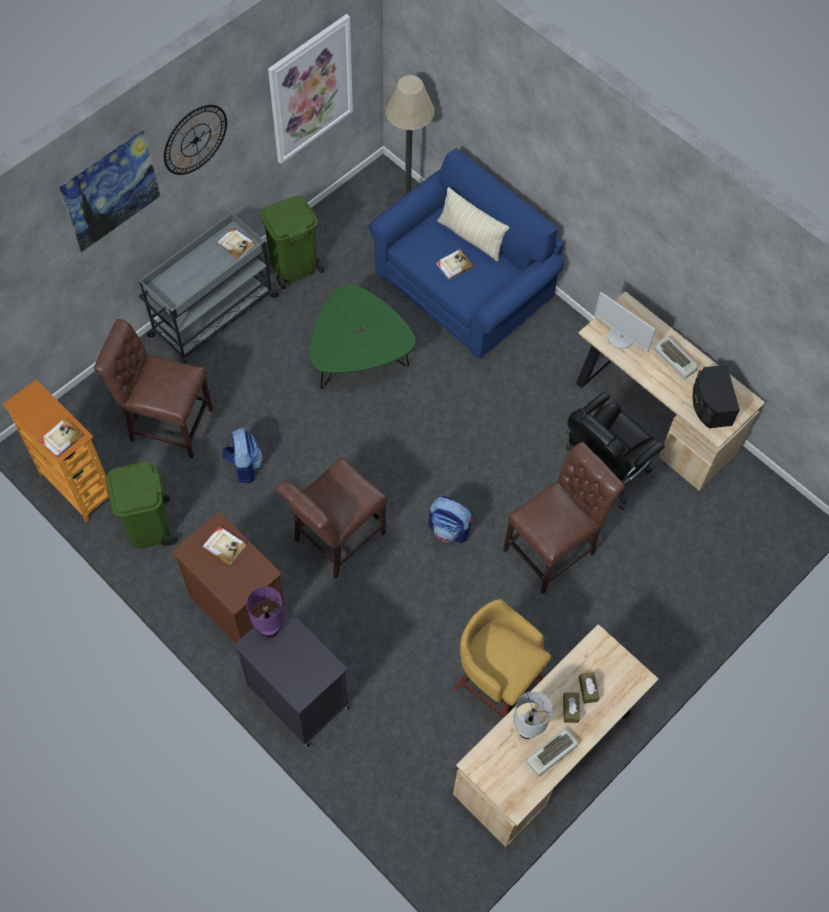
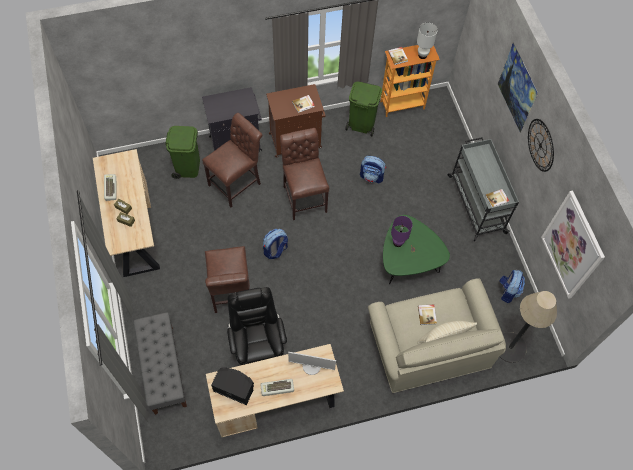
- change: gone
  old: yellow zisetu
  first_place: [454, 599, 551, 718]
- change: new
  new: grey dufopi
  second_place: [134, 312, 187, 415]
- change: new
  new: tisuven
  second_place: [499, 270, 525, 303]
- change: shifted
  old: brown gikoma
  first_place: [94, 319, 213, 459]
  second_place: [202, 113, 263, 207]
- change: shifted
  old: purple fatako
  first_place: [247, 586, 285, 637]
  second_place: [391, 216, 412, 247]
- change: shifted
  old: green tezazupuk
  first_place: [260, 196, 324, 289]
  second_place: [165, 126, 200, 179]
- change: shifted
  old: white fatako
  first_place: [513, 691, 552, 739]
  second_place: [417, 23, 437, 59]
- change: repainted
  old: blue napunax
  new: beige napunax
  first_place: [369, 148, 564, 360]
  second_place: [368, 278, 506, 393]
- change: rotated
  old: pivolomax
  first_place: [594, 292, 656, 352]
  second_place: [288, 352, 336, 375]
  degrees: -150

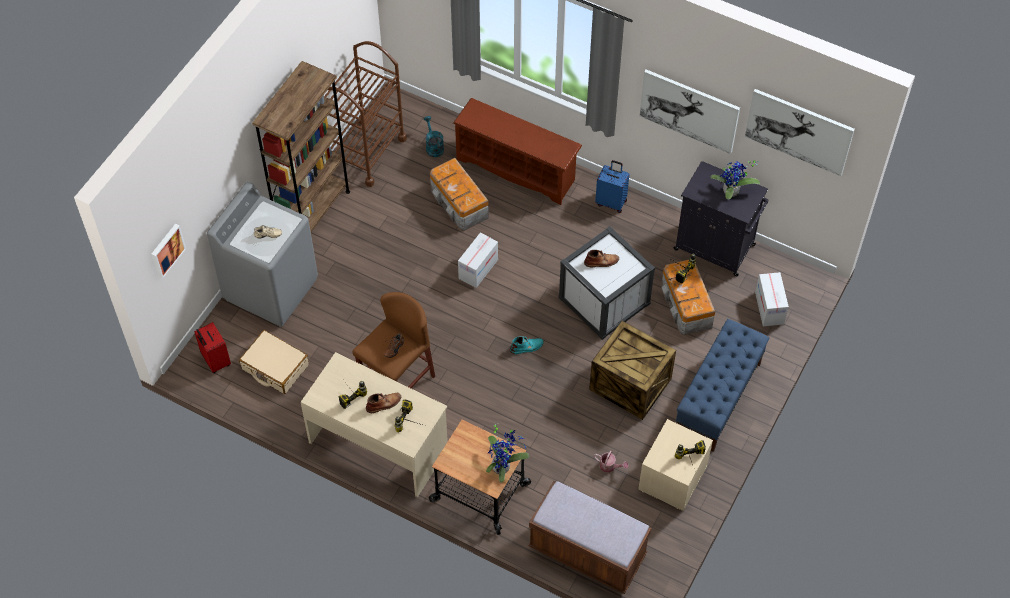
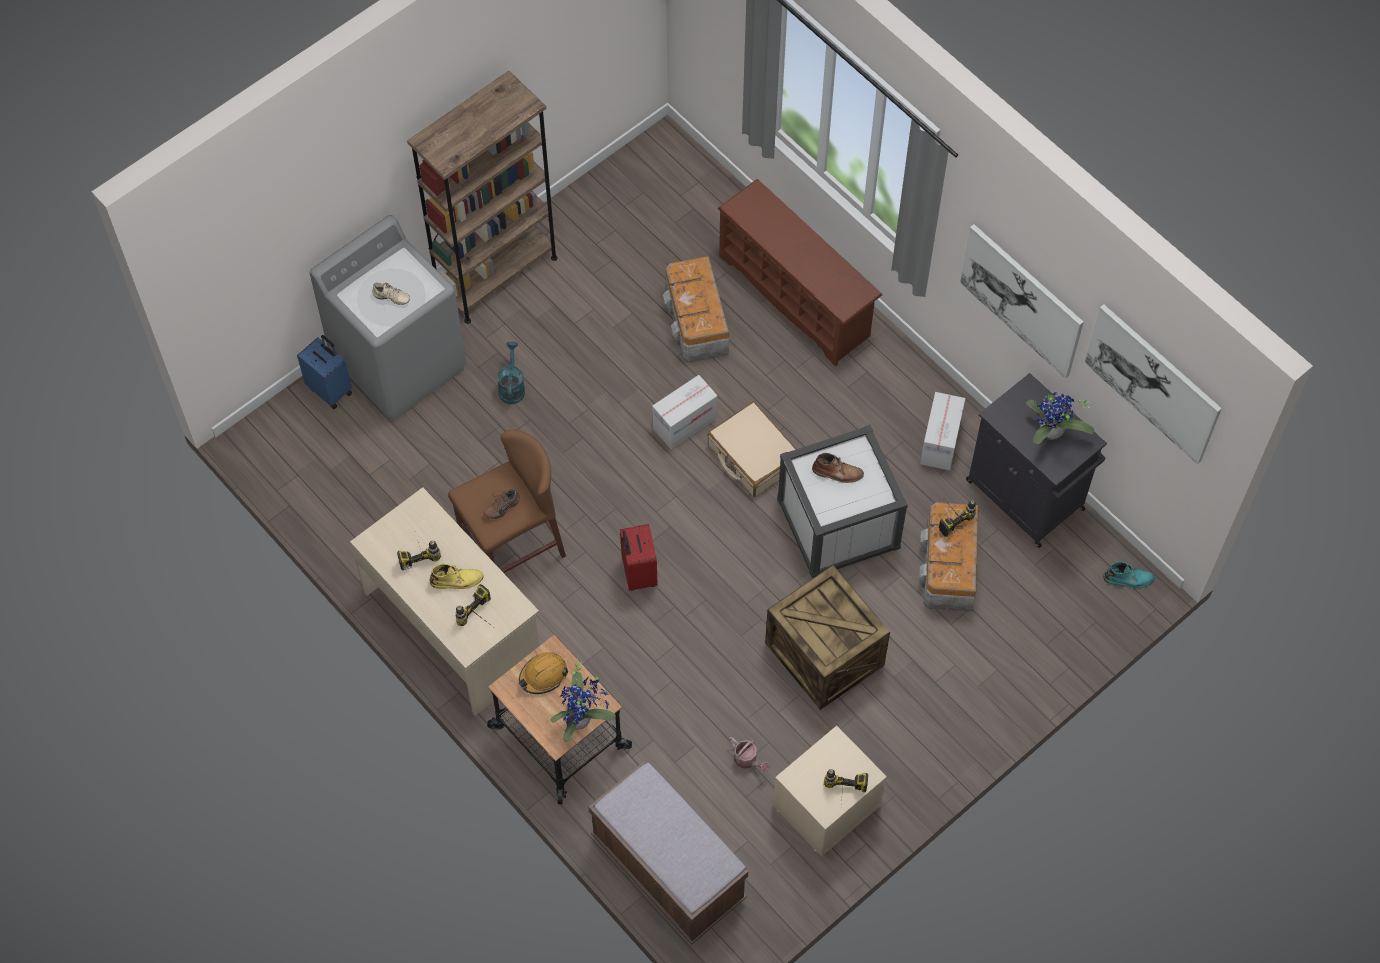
- change: gone
  old: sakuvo
  first_place: [151, 224, 186, 279]
- change: gone
  old: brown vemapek
  first_place: [324, 41, 407, 187]
- change: gone
  old: blue dufopi
  first_place: [676, 319, 769, 452]
- change: new
  new: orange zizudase
  second_place: [519, 652, 568, 694]
- change: shifted
  old: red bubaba
  first_place: [194, 322, 231, 373]
  second_place: [620, 524, 658, 591]
- change: shifted
  old: beige bubaba
  first_place: [239, 330, 309, 394]
  second_place: [708, 402, 796, 497]
- change: shifted
  old: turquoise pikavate
  first_place: [424, 116, 444, 157]
  second_place: [497, 342, 525, 404]
- change: shifted
  old: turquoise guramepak
  first_place: [510, 336, 544, 354]
  second_place: [1103, 562, 1155, 588]
- change: shifted
  old: blue bubaba
  first_place: [595, 160, 629, 213]
  second_place: [297, 335, 352, 409]
- change: shifted
  old: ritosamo
  first_place: [755, 272, 789, 326]
  second_place: [920, 392, 965, 470]
- change: repainted
  old: brown guramepak
  new: yellow guramepak
  first_place: [366, 393, 401, 413]
  second_place: [430, 564, 483, 589]

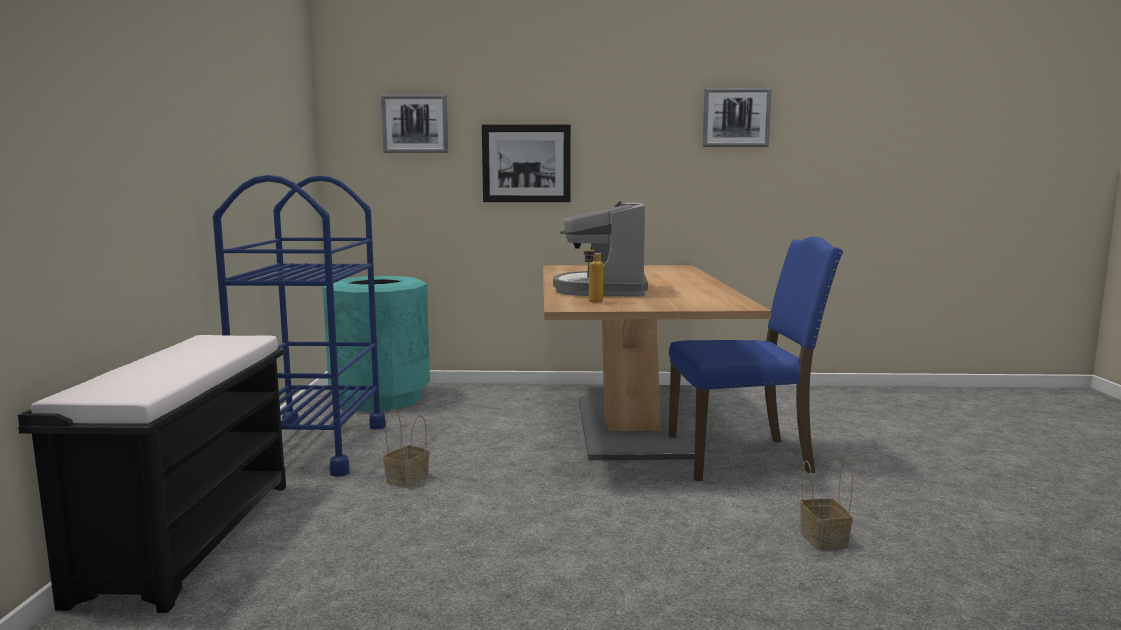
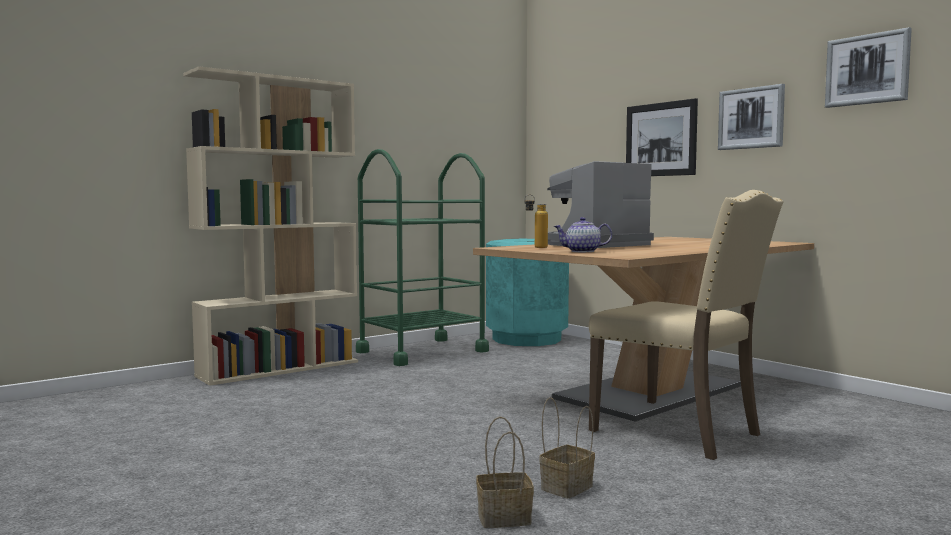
- change: new
  new: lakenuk
  second_place: [554, 217, 612, 252]
- change: shifted
  old: sakuvo
  first_place: [381, 95, 448, 153]
  second_place: [718, 84, 785, 150]
- change: shifted
  old: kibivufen
  first_place: [383, 410, 429, 488]
  second_place: [476, 416, 534, 528]
- change: swapped
  old: black dufopi
  new: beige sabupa
  first_place: [18, 335, 286, 613]
  second_place: [183, 66, 358, 386]
- change: repainted
  old: blue vemapek
  new: green vemapek
  first_place: [213, 175, 386, 477]
  second_place: [356, 149, 489, 366]
- change: repainted
  old: blue gikoma
  new: beige gikoma
  first_place: [669, 236, 843, 481]
  second_place: [589, 190, 784, 460]

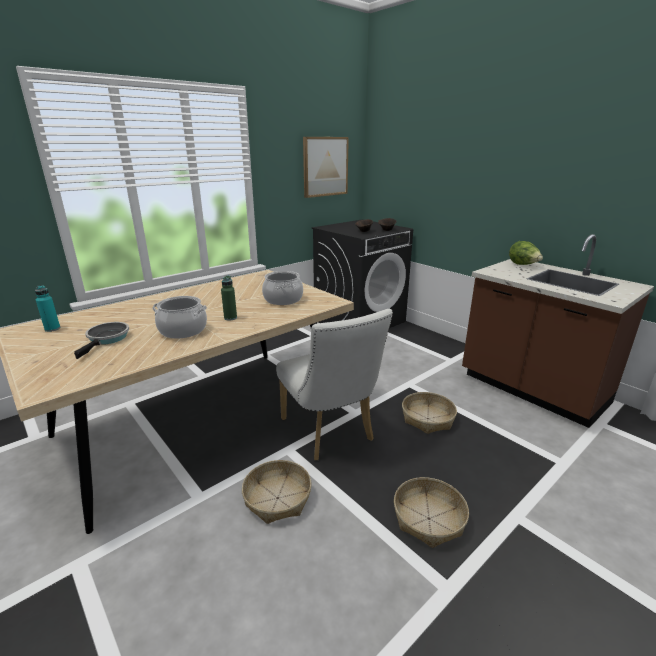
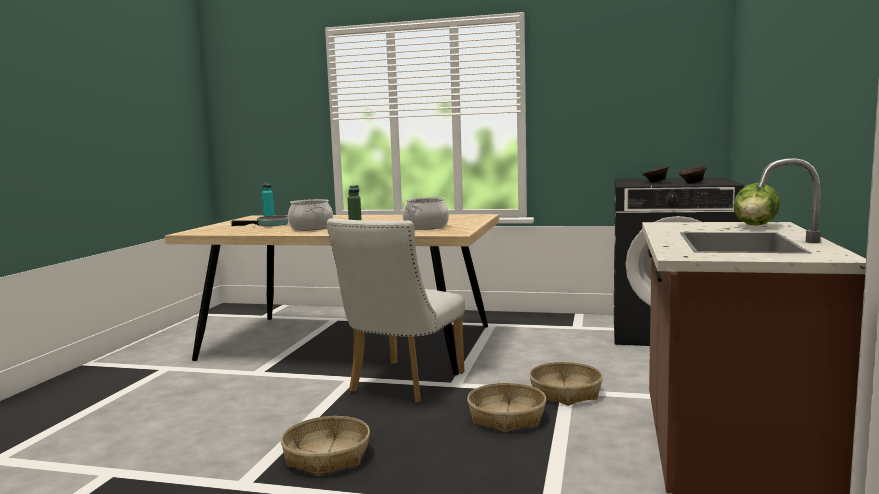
- change: gone
  old: sakuvo
  first_place: [303, 137, 349, 198]
- change: shifted
  old: kibivufen
  first_place: [242, 460, 312, 524]
  second_place: [529, 362, 603, 406]

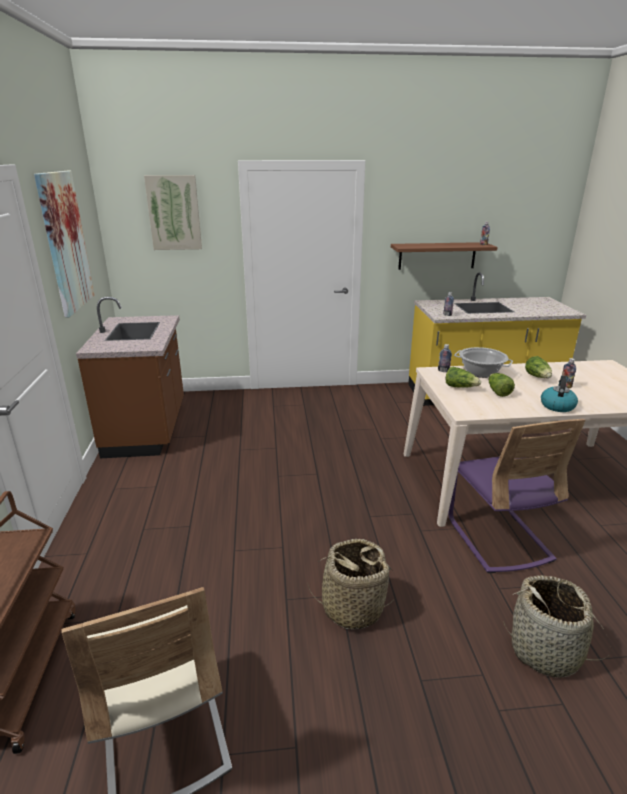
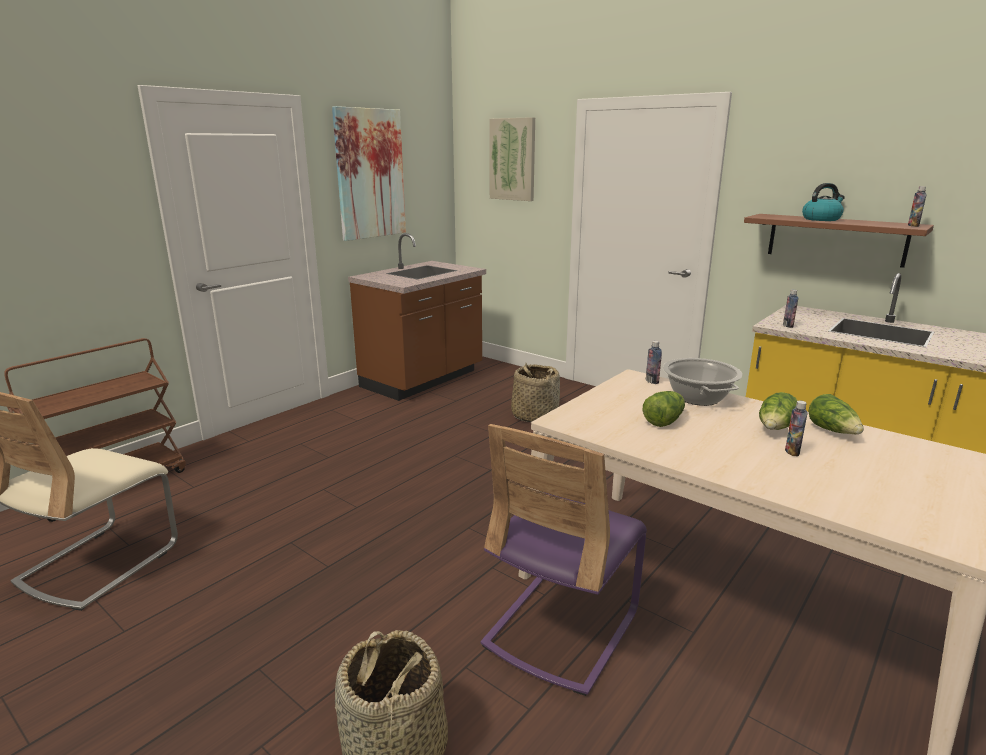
- change: shifted
  old: kibivufen
  first_place: [307, 539, 394, 629]
  second_place: [511, 363, 560, 422]
- change: shifted
  old: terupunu
  first_place: [446, 367, 481, 388]
  second_place: [808, 394, 864, 434]
- change: shifted
  old: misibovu
  first_place: [541, 376, 578, 412]
  second_place: [802, 183, 845, 221]

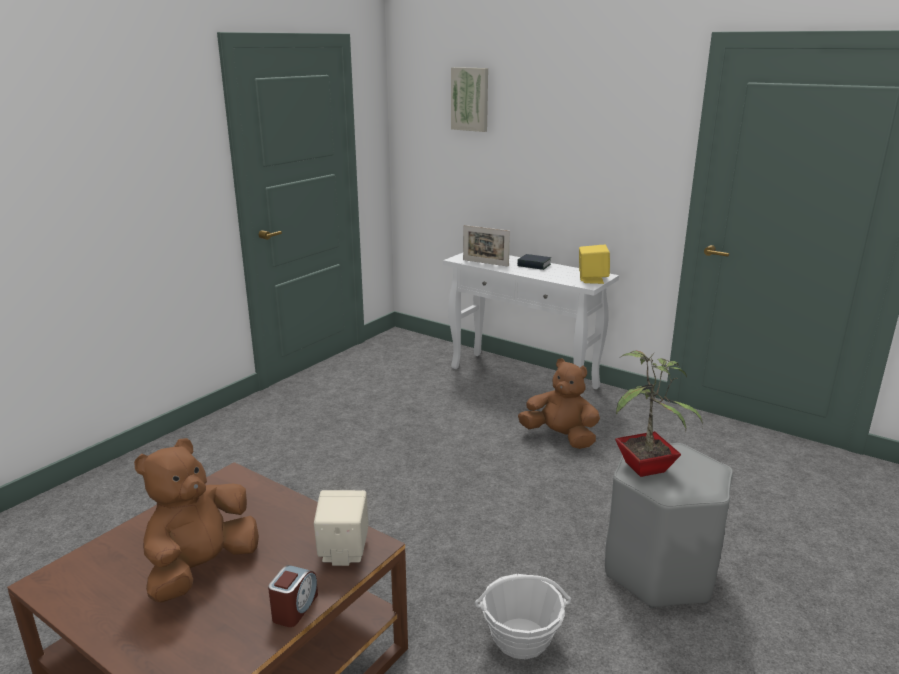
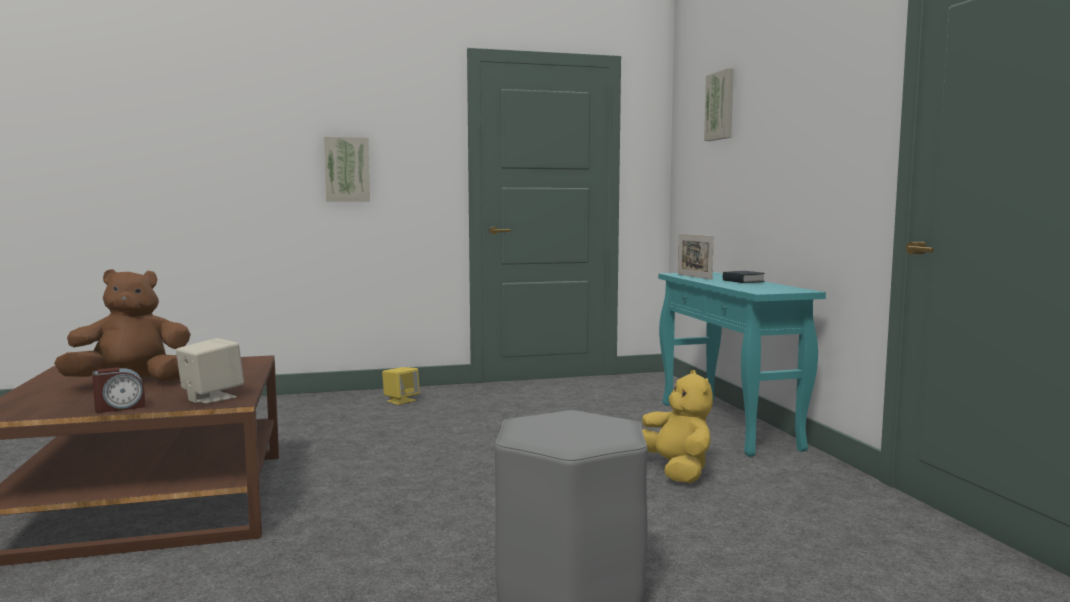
- change: gone
  old: kibivufen
  first_place: [475, 574, 571, 659]
- change: gone
  old: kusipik
  first_place: [615, 351, 703, 477]
- change: new
  new: sakuvo
  second_place: [324, 137, 370, 202]
- change: shifted
  old: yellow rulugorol
  first_place: [579, 245, 610, 284]
  second_place: [382, 367, 420, 405]
- change: repainted
  old: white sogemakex
  new: turquoise sogemakex
  first_place: [443, 253, 619, 396]
  second_place: [658, 272, 826, 457]
- change: repainted
  old: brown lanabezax
  new: yellow lanabezax
  first_place: [518, 358, 600, 449]
  second_place: [642, 370, 713, 483]

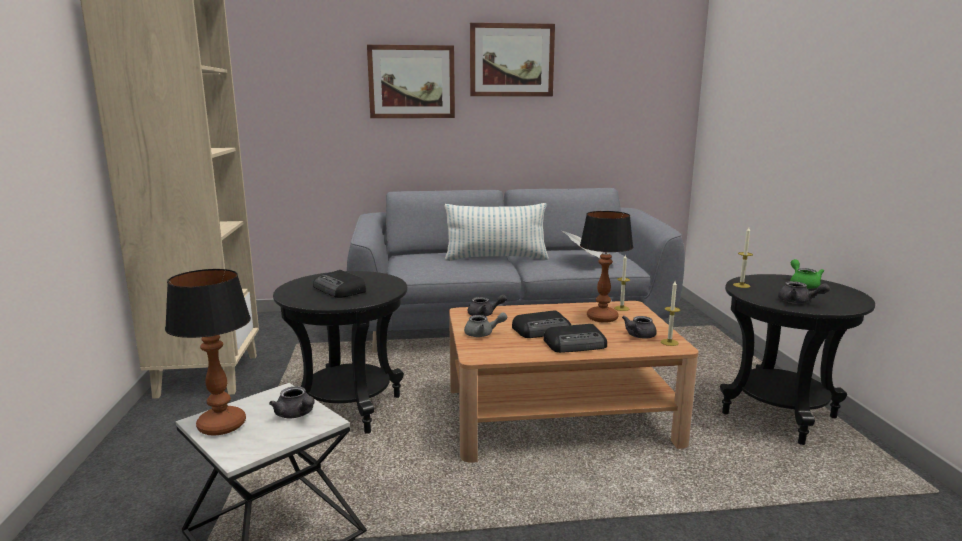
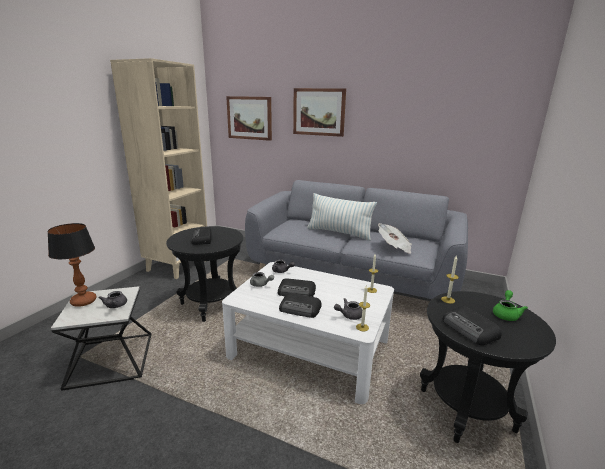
- change: gone
  old: fatako
  first_place: [580, 211, 633, 323]
- change: shifted
  old: sakuvo
  first_place: [470, 23, 555, 96]
  second_place: [226, 96, 272, 141]
- change: swapped
  old: grey lakenuk
  new: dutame
  first_place: [778, 281, 830, 304]
  second_place: [442, 306, 502, 345]
- change: repainted
  old: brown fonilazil
  new: white fonilazil
  first_place: [449, 301, 699, 463]
  second_place: [222, 262, 394, 404]

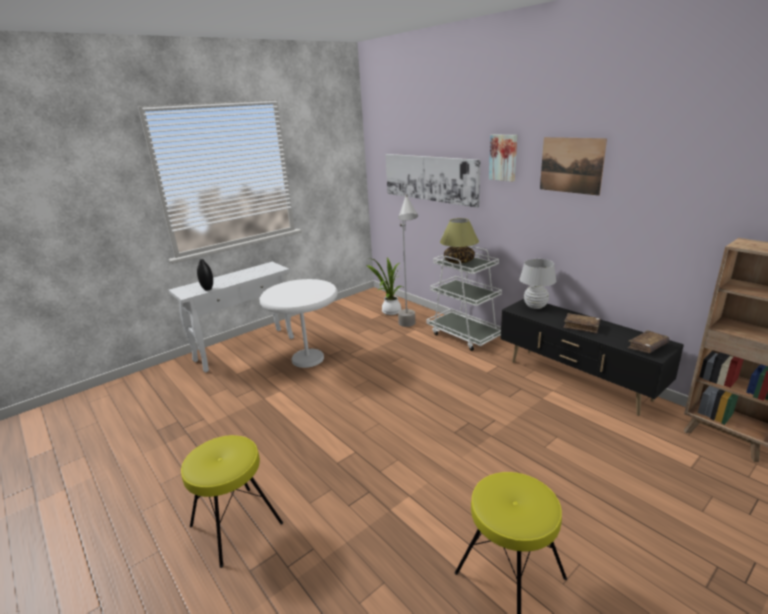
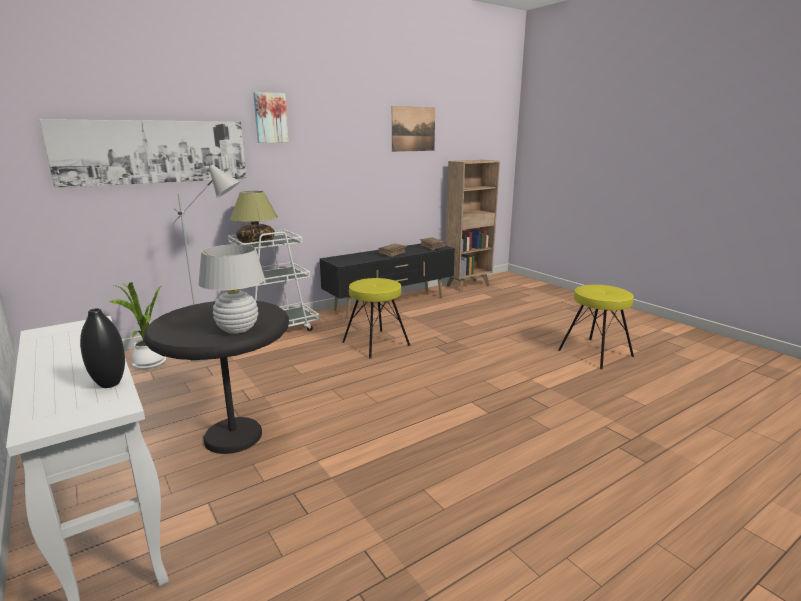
- change: shifted
  old: yellow zisetu
  first_place: [181, 435, 283, 568]
  second_place: [342, 278, 410, 359]
- change: shifted
  old: white fatako
  first_place: [520, 259, 556, 309]
  second_place: [198, 244, 265, 334]
- change: shifted
  old: sakuvo
  first_place: [540, 137, 607, 196]
  second_place: [392, 106, 435, 152]
- change: repainted
  old: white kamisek
  new: black kamisek
  first_place: [260, 279, 338, 368]
  second_place: [144, 301, 289, 454]

